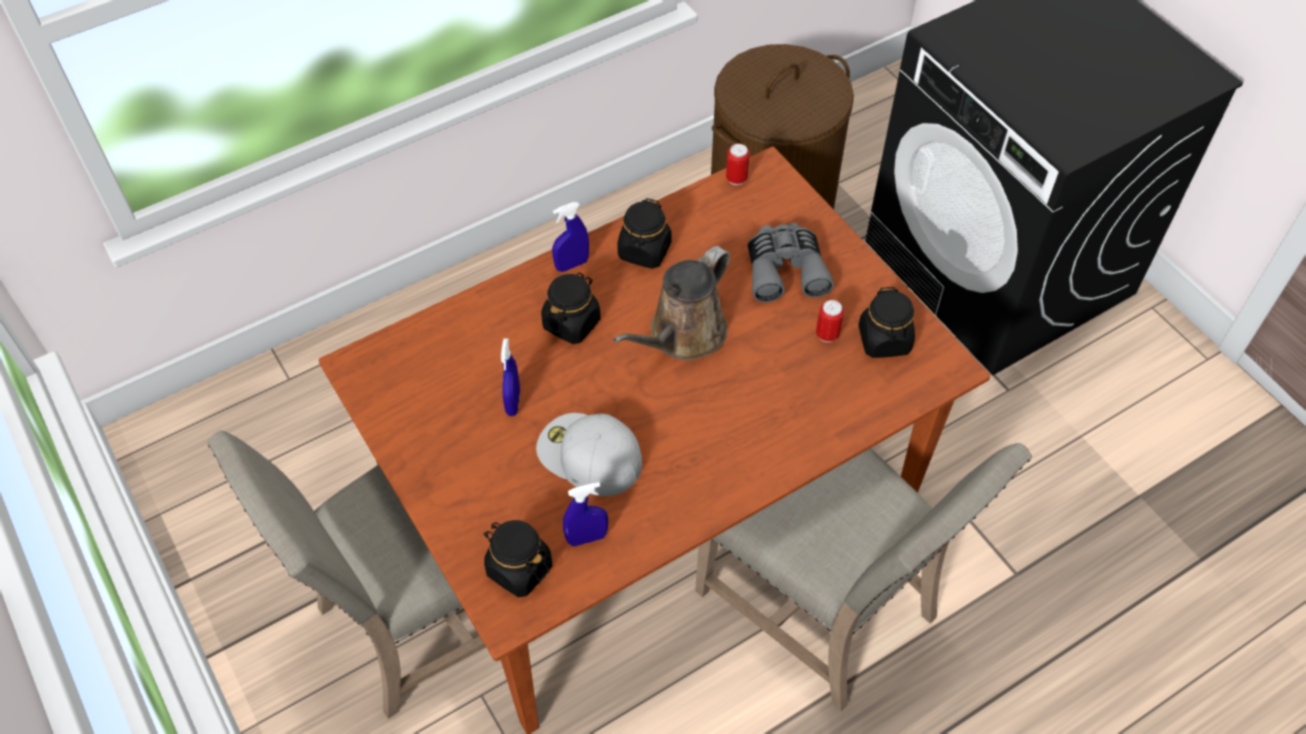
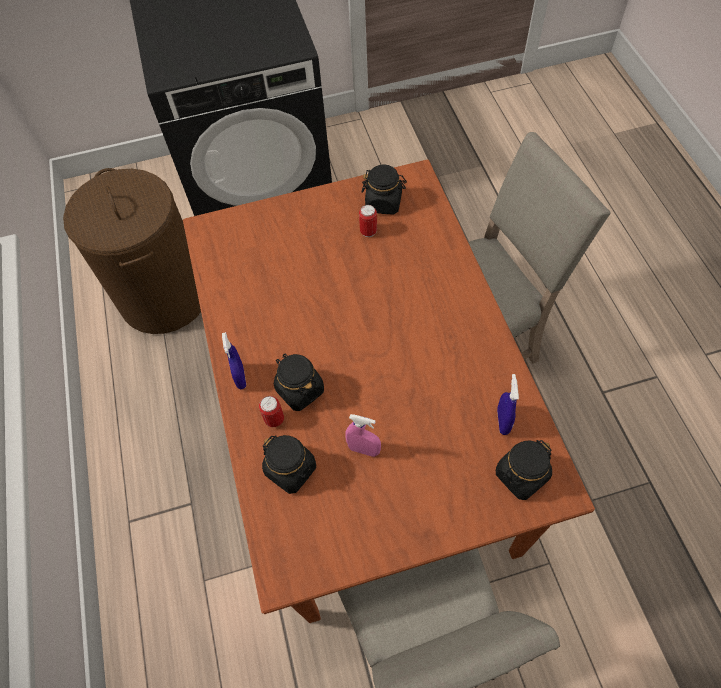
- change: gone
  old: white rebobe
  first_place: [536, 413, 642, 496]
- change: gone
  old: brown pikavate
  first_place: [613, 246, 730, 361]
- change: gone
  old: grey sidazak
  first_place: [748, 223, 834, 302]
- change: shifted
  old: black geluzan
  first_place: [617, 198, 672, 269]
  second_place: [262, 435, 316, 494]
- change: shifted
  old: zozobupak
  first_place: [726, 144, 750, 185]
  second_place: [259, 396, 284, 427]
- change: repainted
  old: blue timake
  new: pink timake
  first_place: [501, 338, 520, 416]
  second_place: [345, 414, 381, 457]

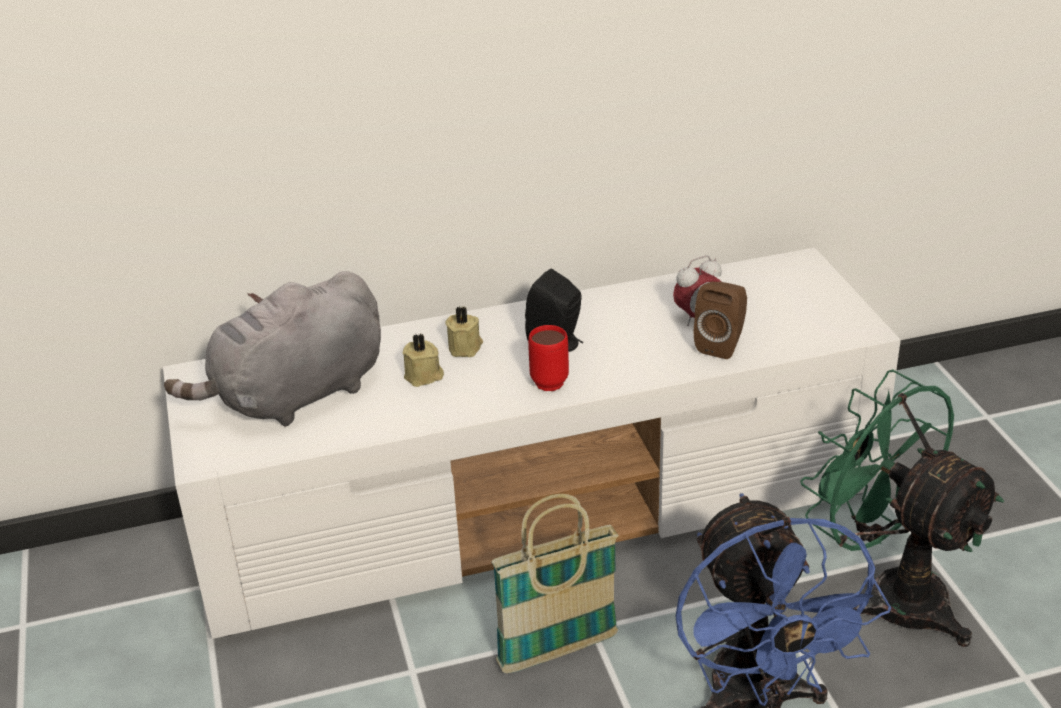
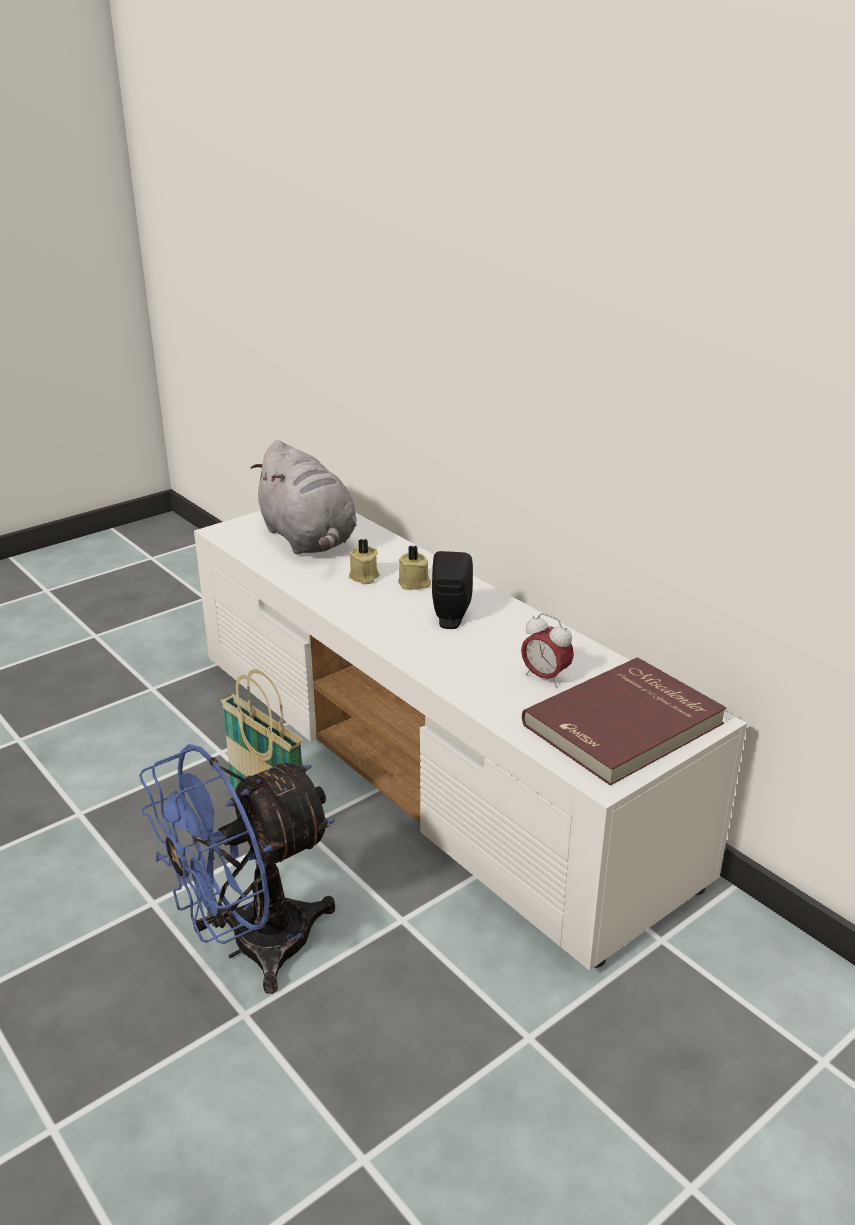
- change: gone
  old: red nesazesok
  first_place: [528, 325, 569, 391]
- change: gone
  old: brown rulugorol
  first_place: [694, 281, 747, 359]
- change: gone
  old: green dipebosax
  first_place: [800, 369, 1004, 647]
- change: new
  new: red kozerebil
  second_place: [522, 657, 727, 786]
- change: rotated
  old: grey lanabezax
  first_place: [164, 271, 381, 426]
  second_place: [251, 440, 357, 555]
  degrees: -150

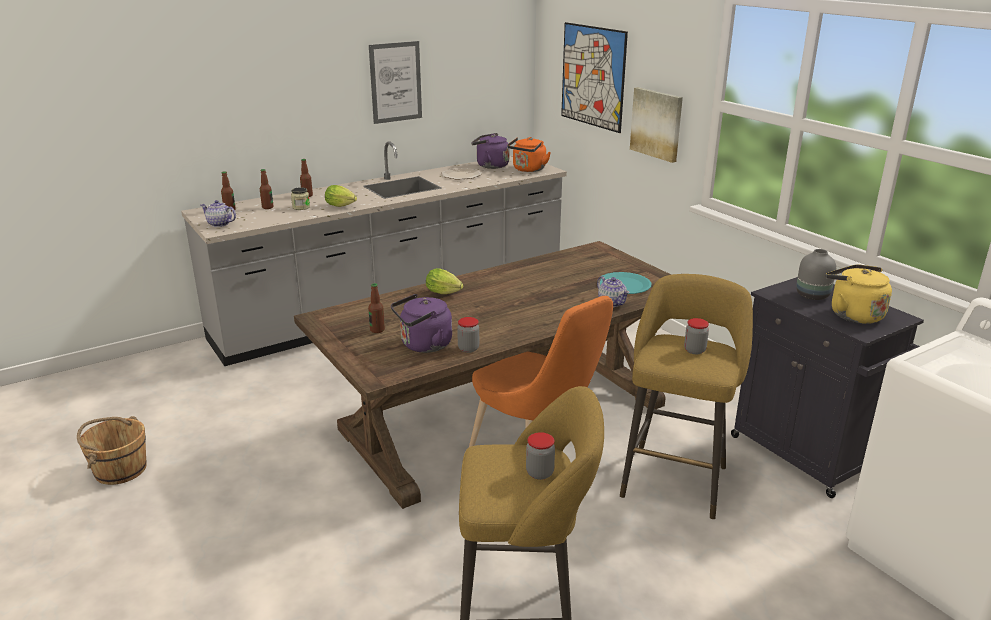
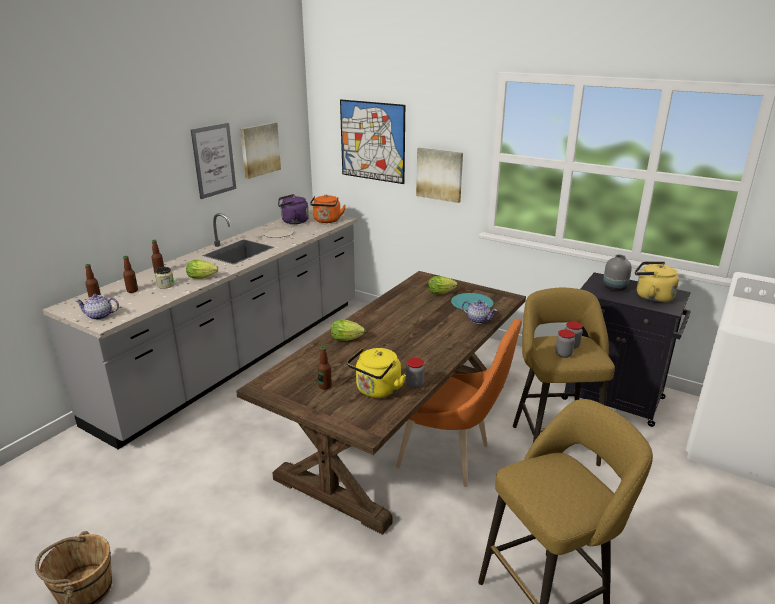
- change: new
  new: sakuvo
  second_place: [240, 122, 281, 179]
- change: new
  new: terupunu
  second_place: [428, 276, 458, 294]
- change: shifted
  old: geluzan
  first_place: [526, 432, 555, 480]
  second_place: [555, 330, 575, 358]
- change: repainted
  old: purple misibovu
  new: yellow misibovu
  first_place: [391, 294, 452, 353]
  second_place: [347, 348, 406, 398]

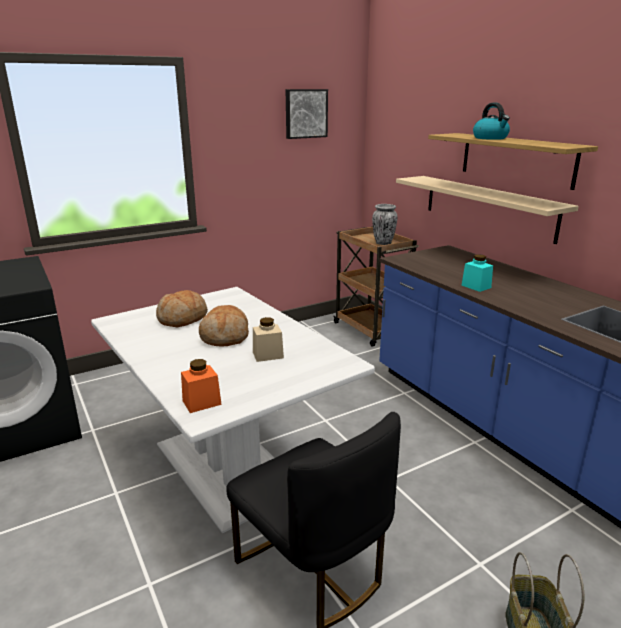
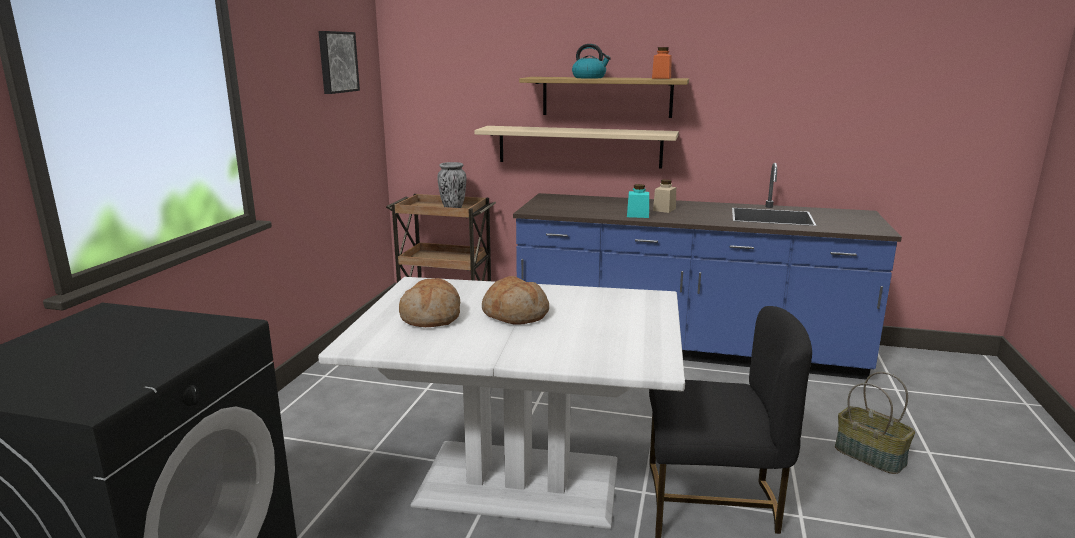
- change: shifted
  old: orange geluzan
  first_place: [181, 359, 222, 413]
  second_place: [652, 47, 672, 79]
- change: shifted
  old: beige geluzan
  first_place: [253, 317, 284, 362]
  second_place: [653, 179, 676, 213]

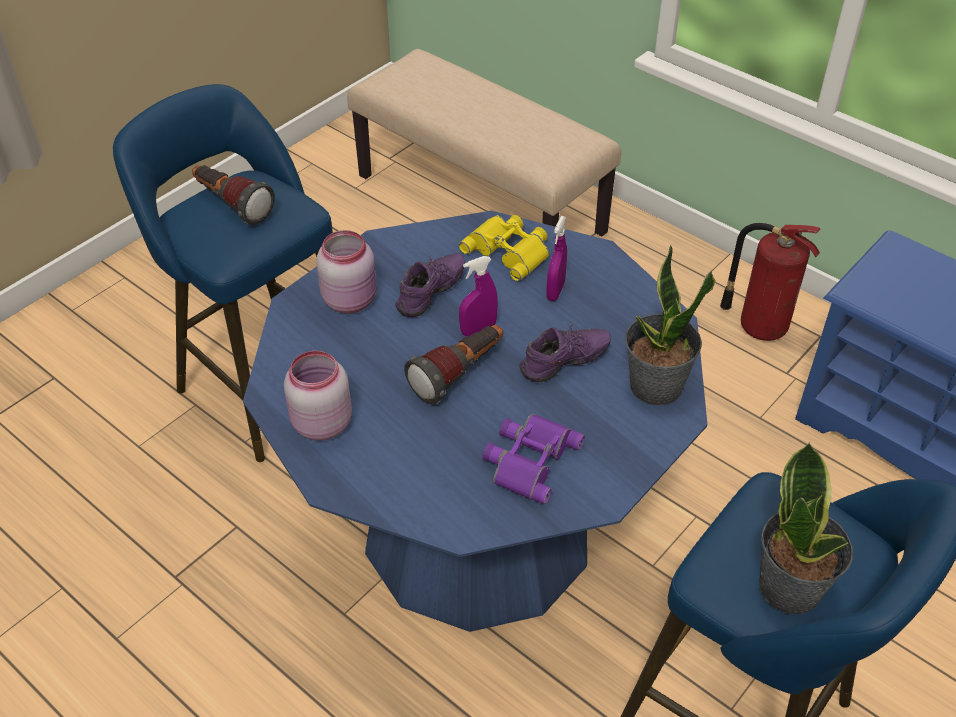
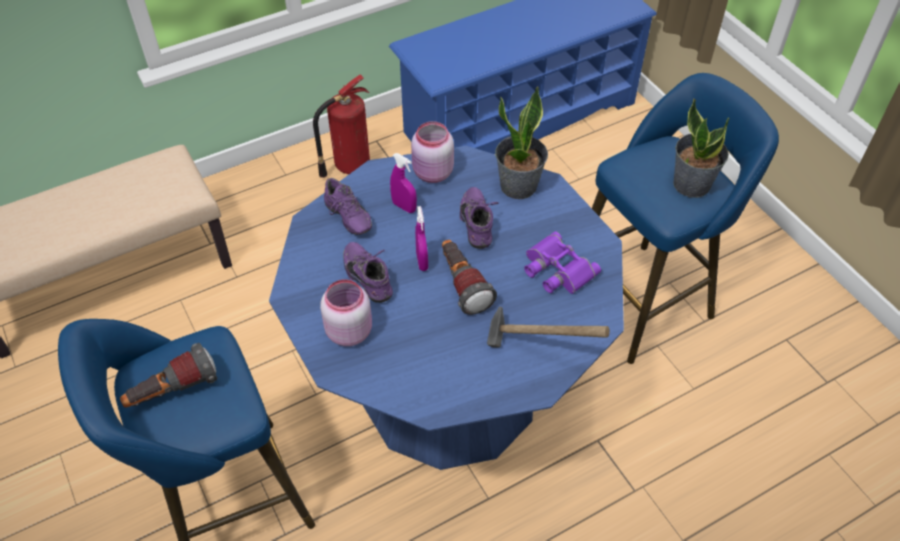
- change: new
  new: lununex
  second_place: [487, 307, 610, 348]
- change: shifted
  old: pink geluzan
  first_place: [284, 351, 352, 441]
  second_place: [411, 121, 454, 183]
- change: swapped
  old: yellow sidazak
  new: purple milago
  first_place: [459, 215, 549, 281]
  second_place: [324, 178, 372, 235]

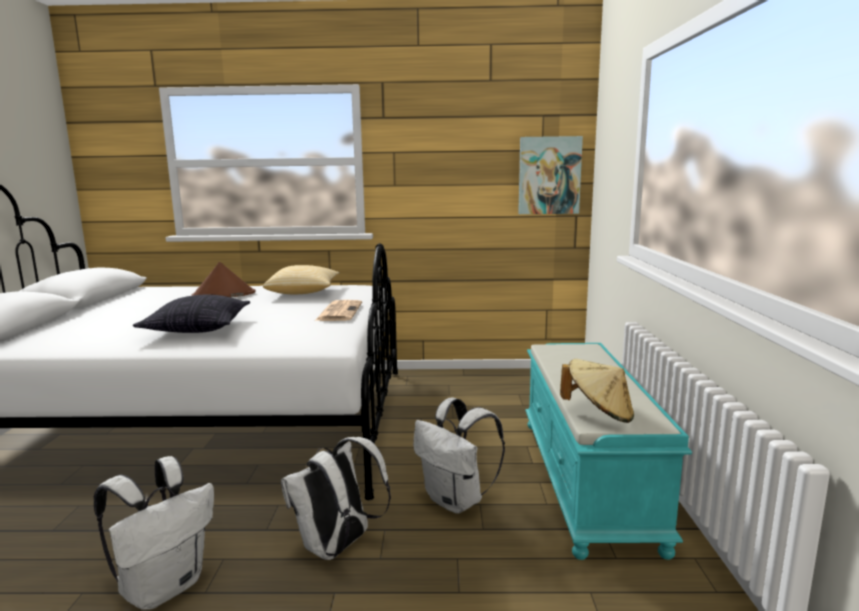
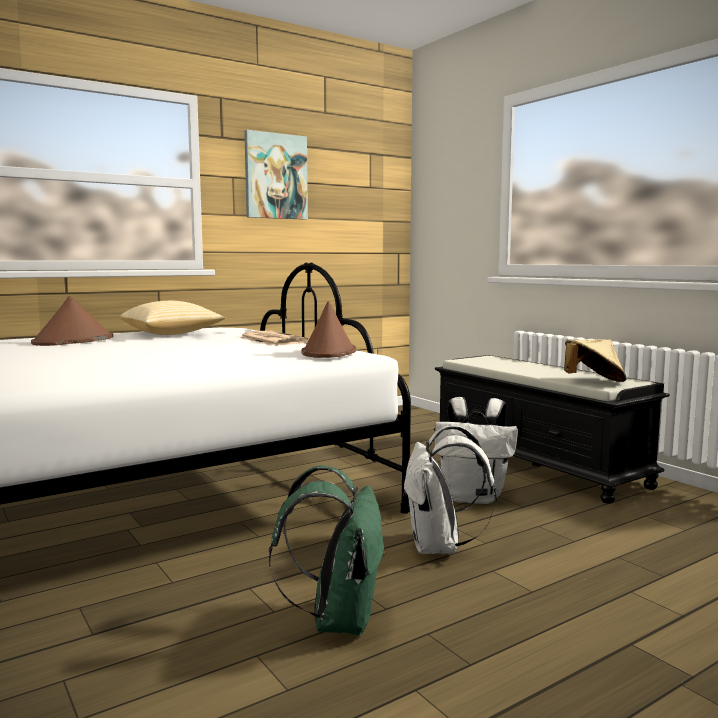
- change: gone
  old: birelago
  first_place: [133, 295, 250, 333]
- change: new
  new: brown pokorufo
  second_place: [301, 301, 356, 358]
- change: shifted
  old: sakuvo
  first_place: [518, 136, 583, 214]
  second_place: [244, 130, 308, 220]
- change: repainted
  old: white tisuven
  new: green tisuven
  first_place: [94, 456, 214, 610]
  second_place: [269, 465, 386, 636]
- change: repainted
  old: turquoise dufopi
  new: black dufopi
  first_place: [525, 343, 692, 560]
  second_place: [434, 355, 670, 504]

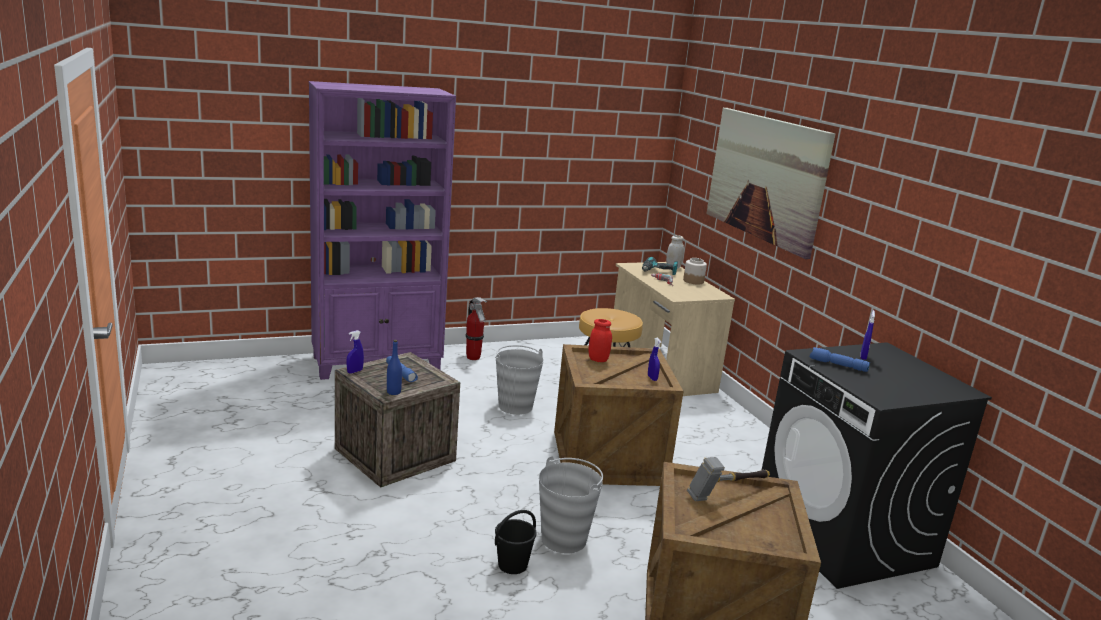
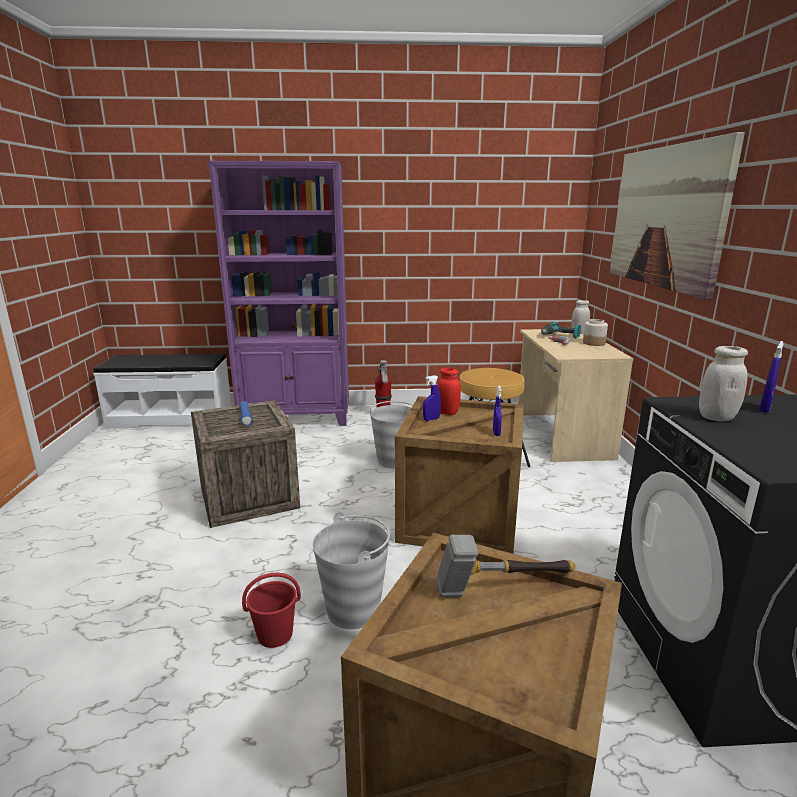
- change: gone
  old: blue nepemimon
  first_place: [387, 340, 402, 395]
- change: new
  new: white dufopi
  second_place: [93, 353, 232, 429]
- change: shifted
  old: blue timake
  first_place: [346, 330, 364, 374]
  second_place: [423, 375, 441, 421]
- change: swapped
  old: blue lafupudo
  new: white geluzan
  first_place: [810, 347, 870, 372]
  second_place: [699, 346, 748, 421]
- change: repainted
  old: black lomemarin
  new: red lomemarin
  first_place: [495, 510, 537, 574]
  second_place: [242, 573, 301, 648]

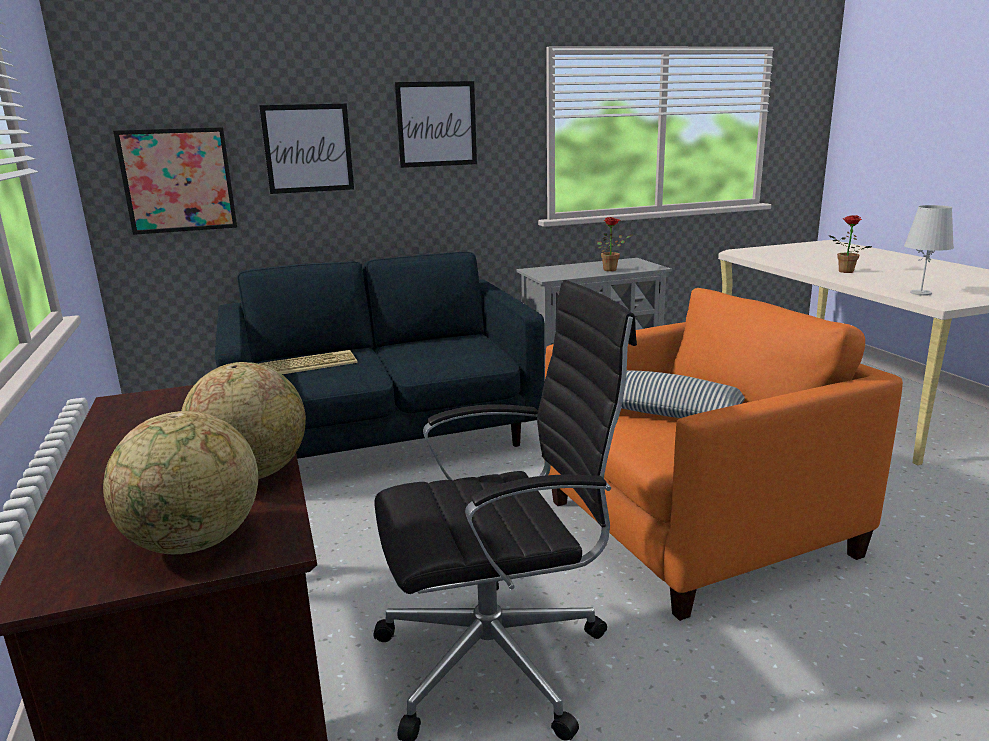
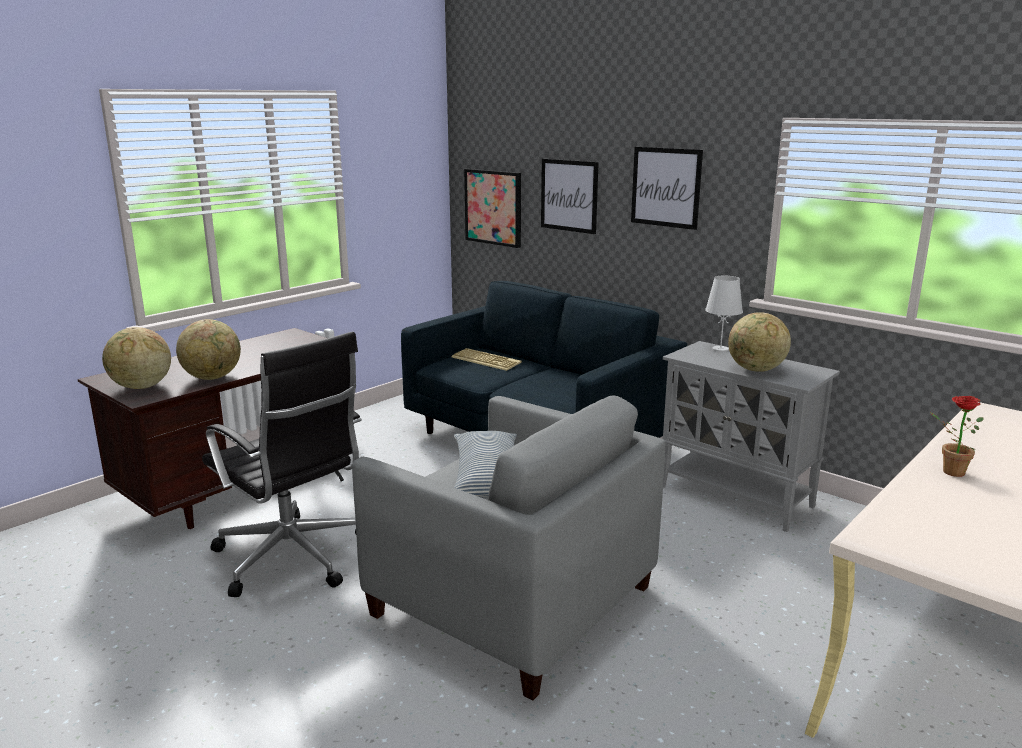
- change: shifted
  old: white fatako
  first_place: [904, 205, 954, 296]
  second_place: [705, 276, 743, 352]
- change: swapped
  old: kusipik
  new: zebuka
  first_place: [597, 217, 633, 271]
  second_place: [728, 312, 791, 372]
- change: repainted
  old: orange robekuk
  new: grey robekuk
  first_place: [545, 288, 903, 621]
  second_place: [352, 395, 665, 700]

